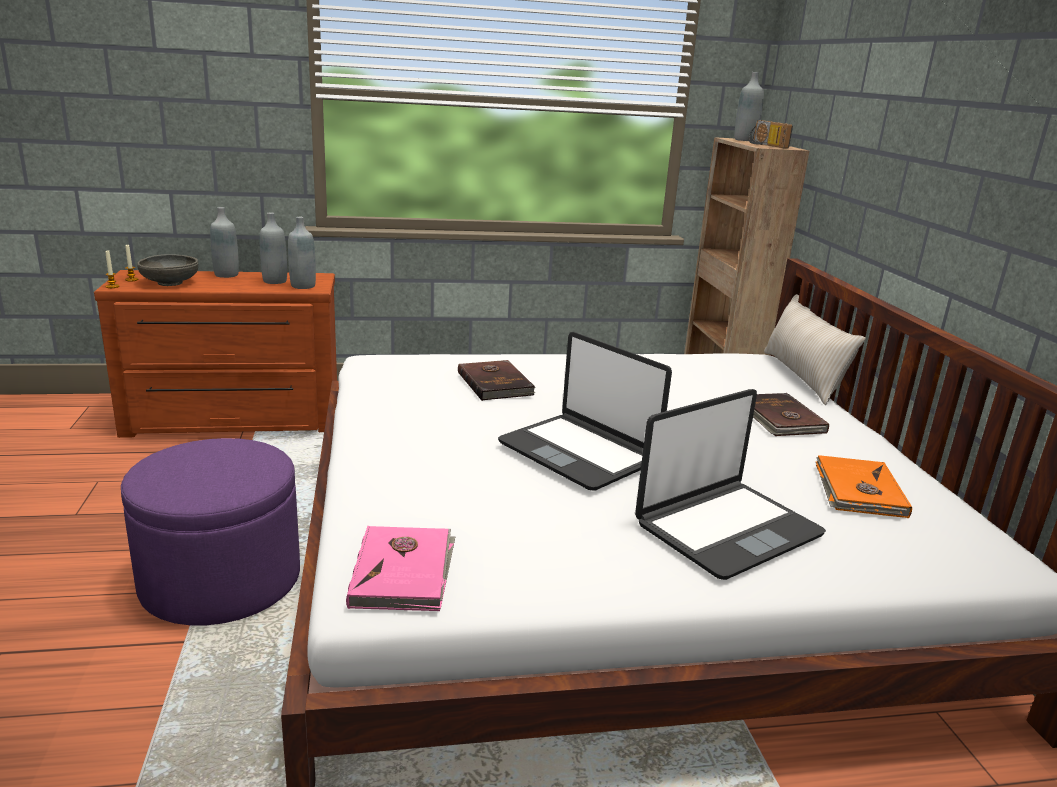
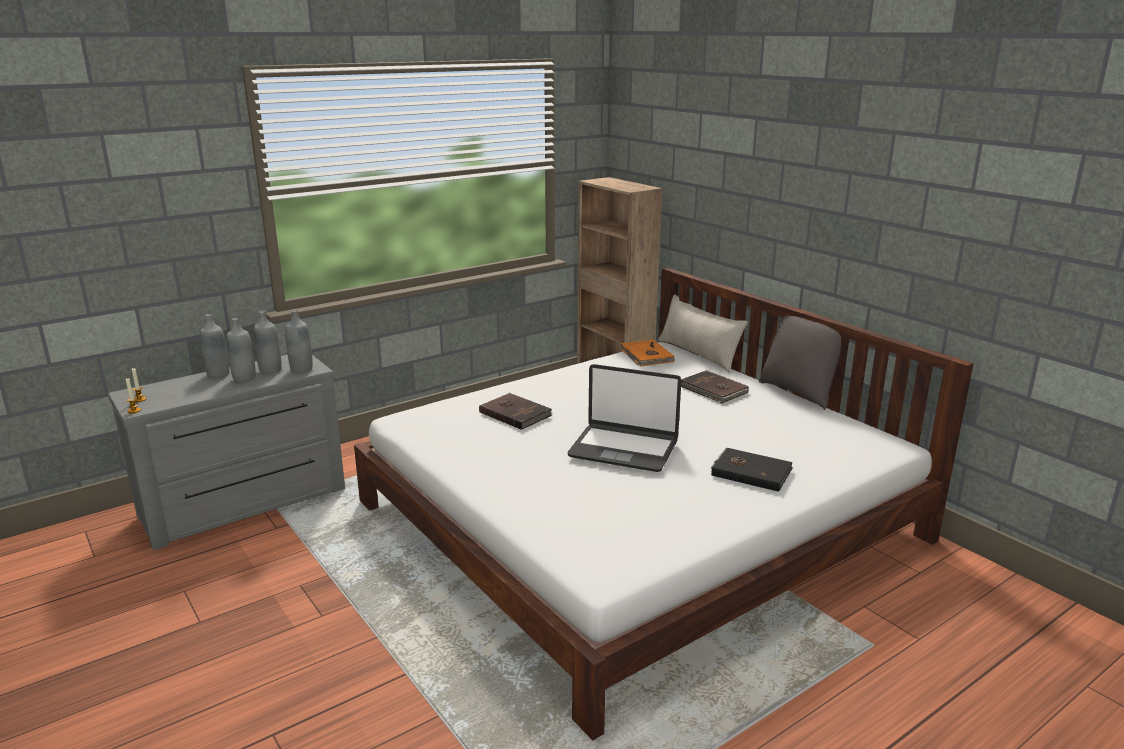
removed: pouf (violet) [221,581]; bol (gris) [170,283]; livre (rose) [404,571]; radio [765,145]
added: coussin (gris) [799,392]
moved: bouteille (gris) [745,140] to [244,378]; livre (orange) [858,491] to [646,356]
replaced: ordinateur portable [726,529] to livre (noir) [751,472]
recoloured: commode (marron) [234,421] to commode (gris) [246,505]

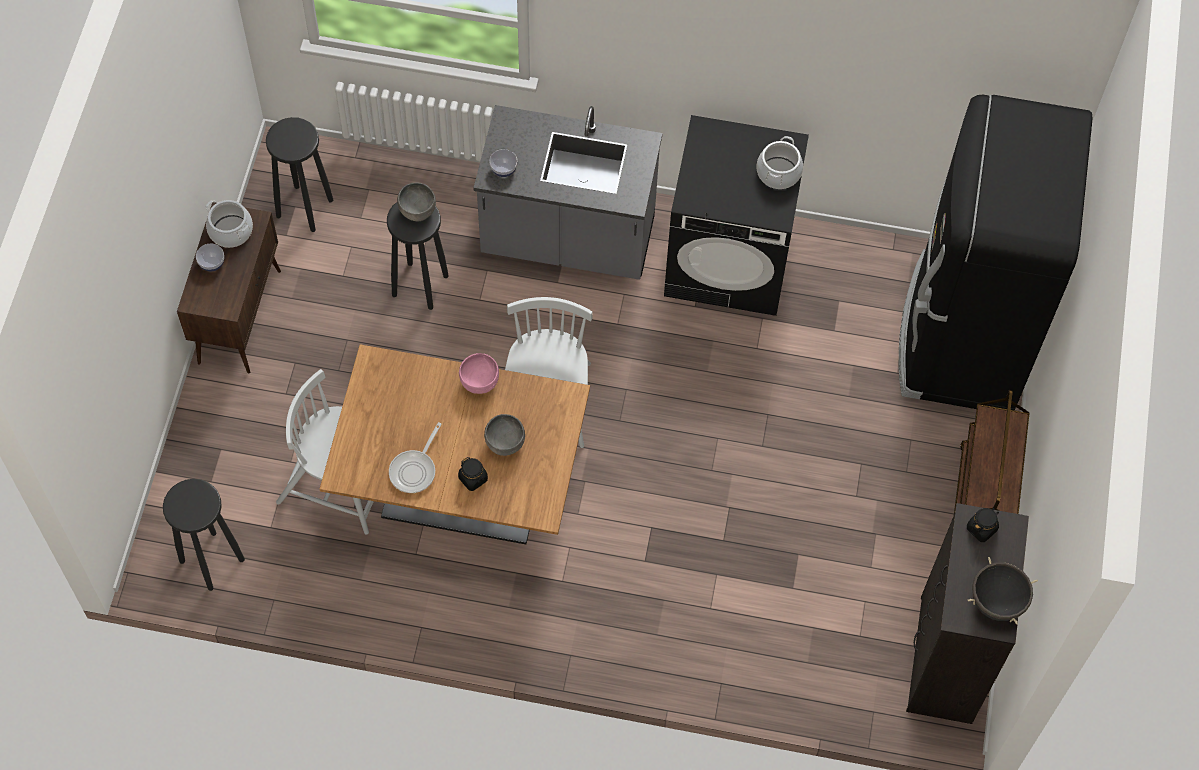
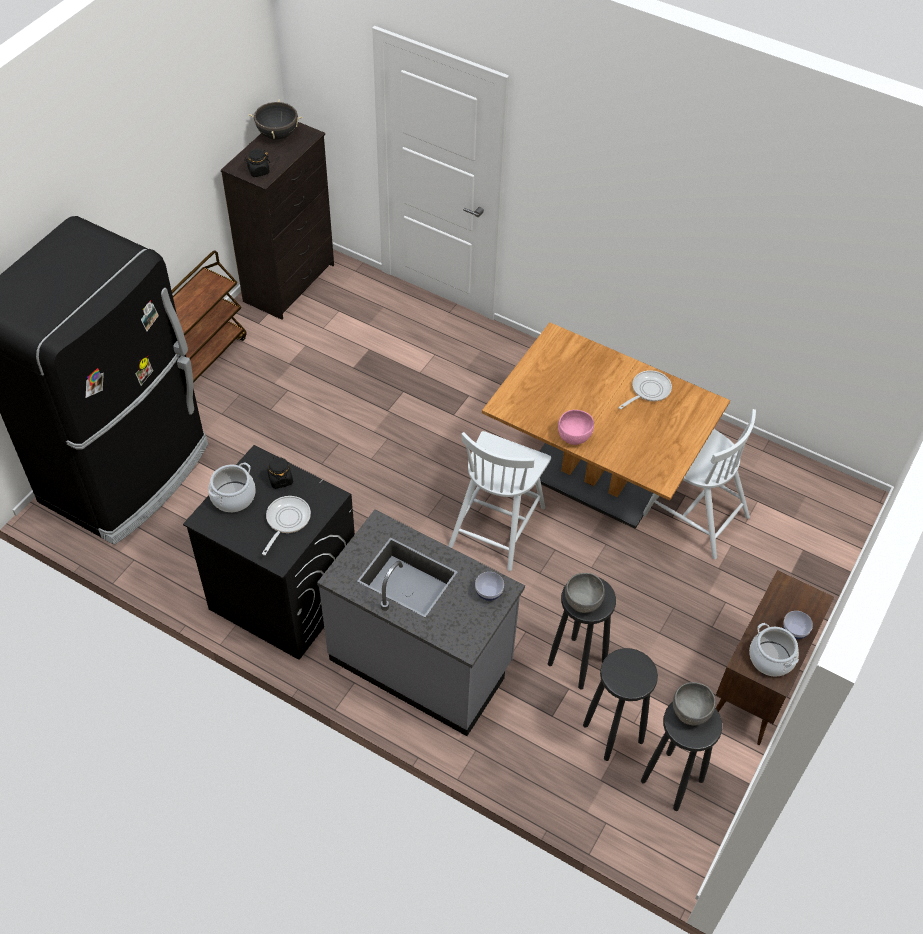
added: poêle [286,521]
moved: bocal (noir) [473,479] to [280,479]; tabouret (noir) [211,559] to [613,734]; bol (gris) [505,444] to [690,712]

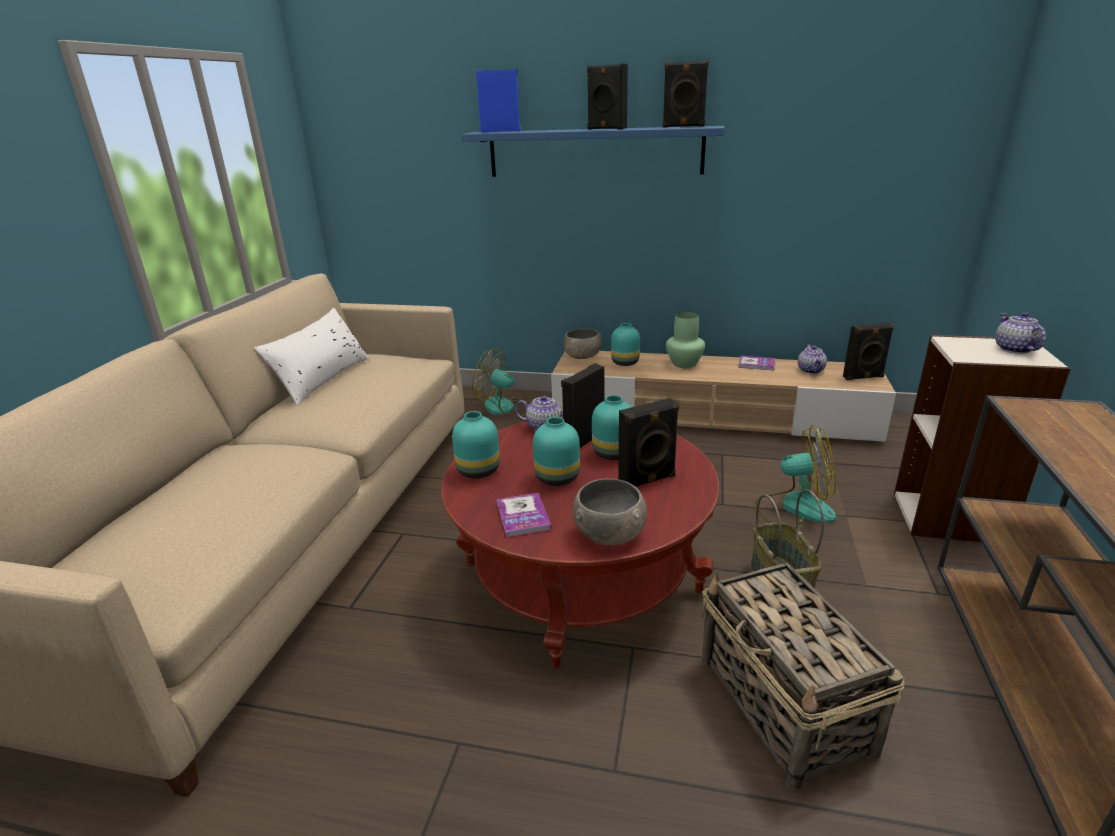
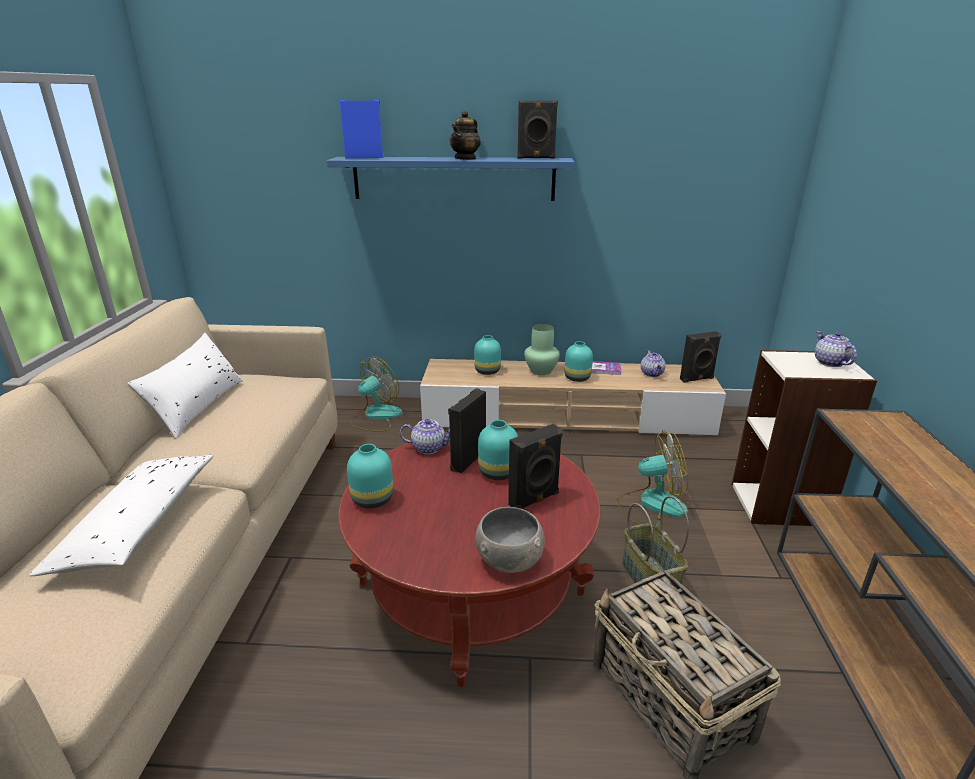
removed: livre [523,516]; bol (gris) [583,356]
added: coussin (blanc) [138,525]
moved: vase (turquoise) [556,478] to [576,378]
replaced: enceinte (noir) [606,129] to théière [465,158]
turned: ventilateur [506,408] = [375,416] 120 degrees clockwise

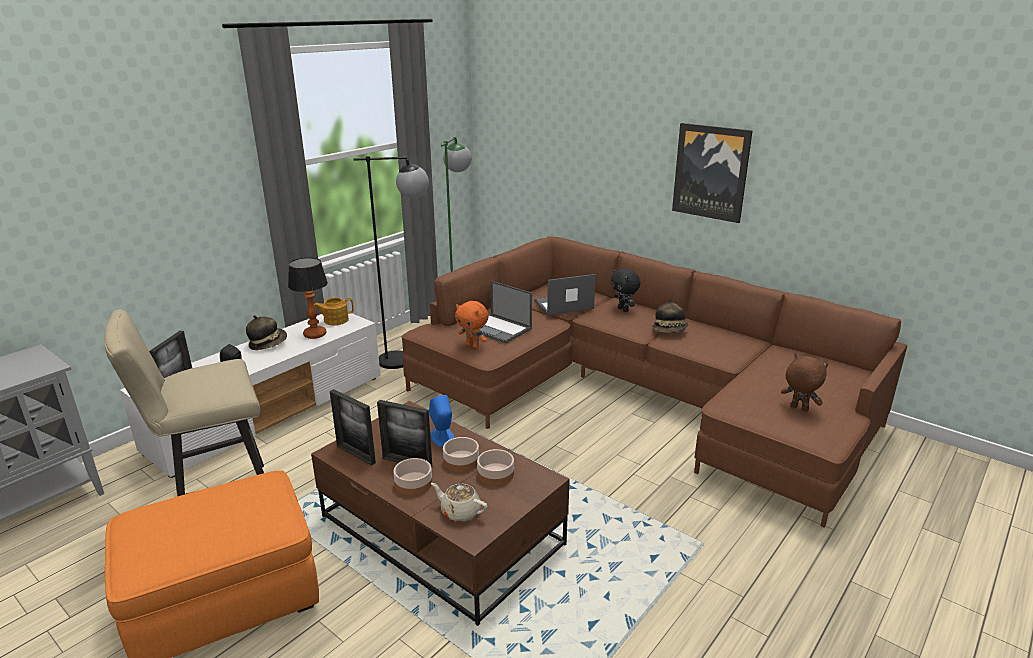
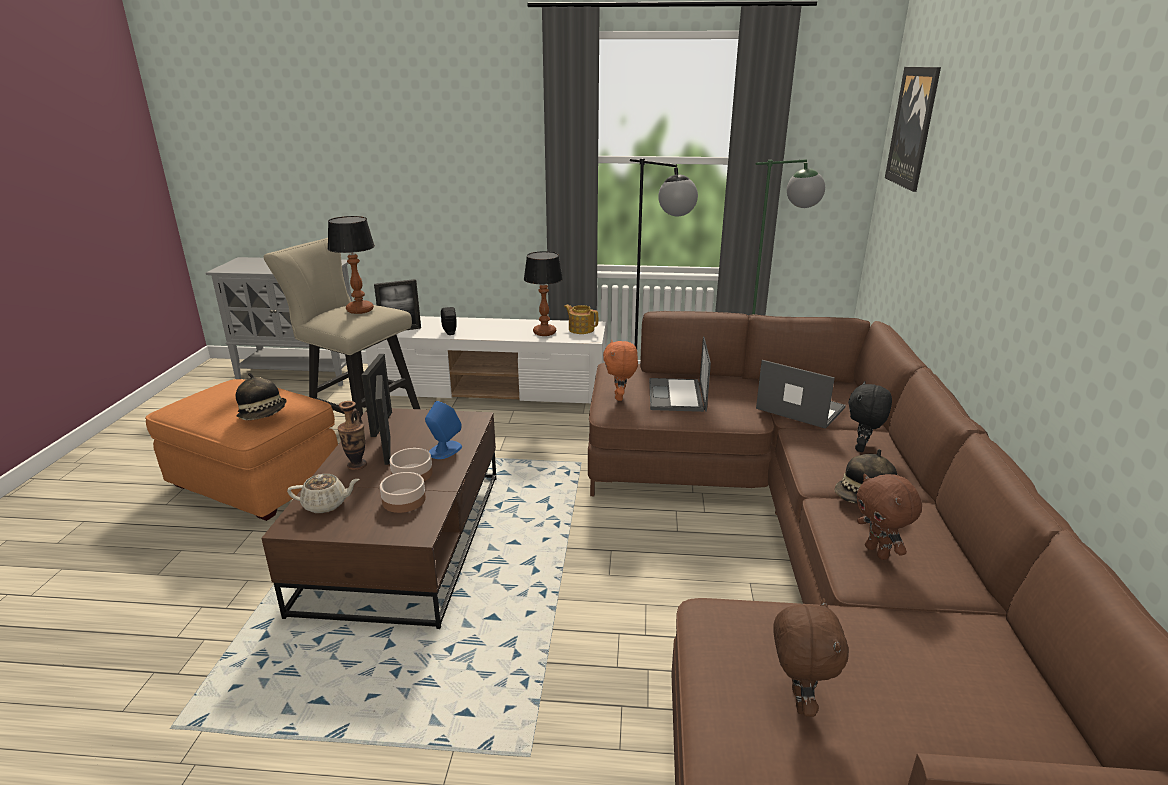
added: lampe de table [359,310]; peluche (marron) [878,552]
moved: chapeau [268,344] to [264,415]; tableau [711,172] to [913,127]
replaced: bol [413,483] to vase [357,465]
turned: théière (beige) [460,512] = [326,504] 90 degrees clockwise

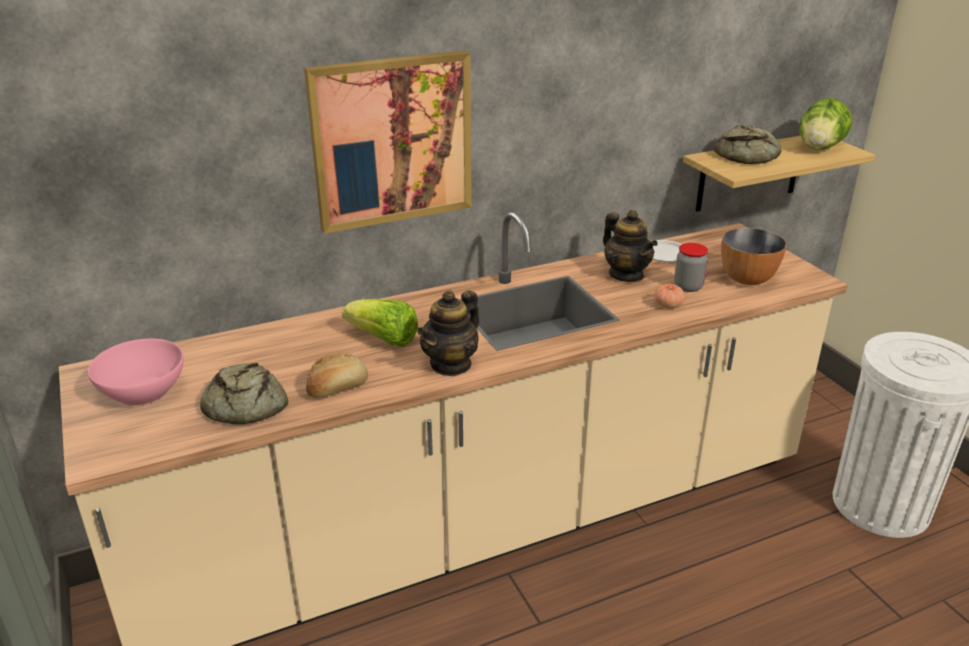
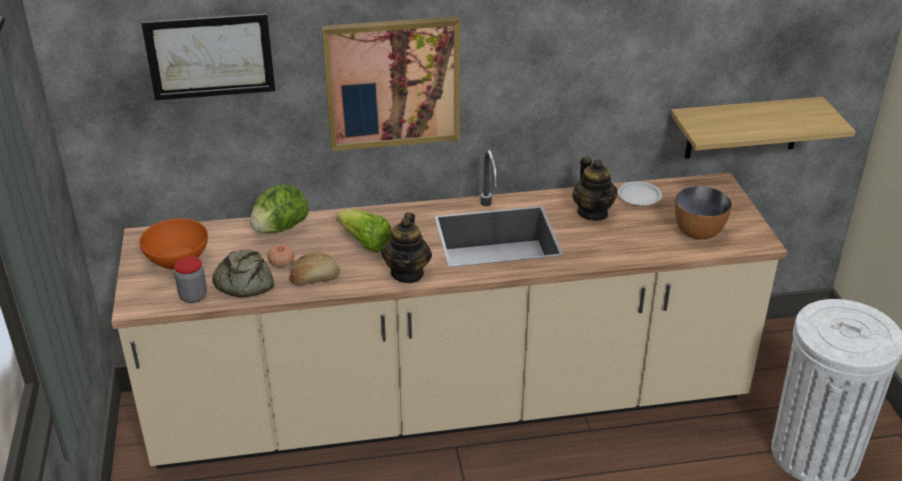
removed: pain [749,155]
added: tableau [210,56]
moved: bocal [688,286] to [193,296]; laitue [820,148] to [280,228]; tomate [668,305] to [282,263]
recoloured: bol (rose) [142,391] to bol (orange) [177,258]
turned: théière [451,364] = [407,273] 45 degrees counterclockwise

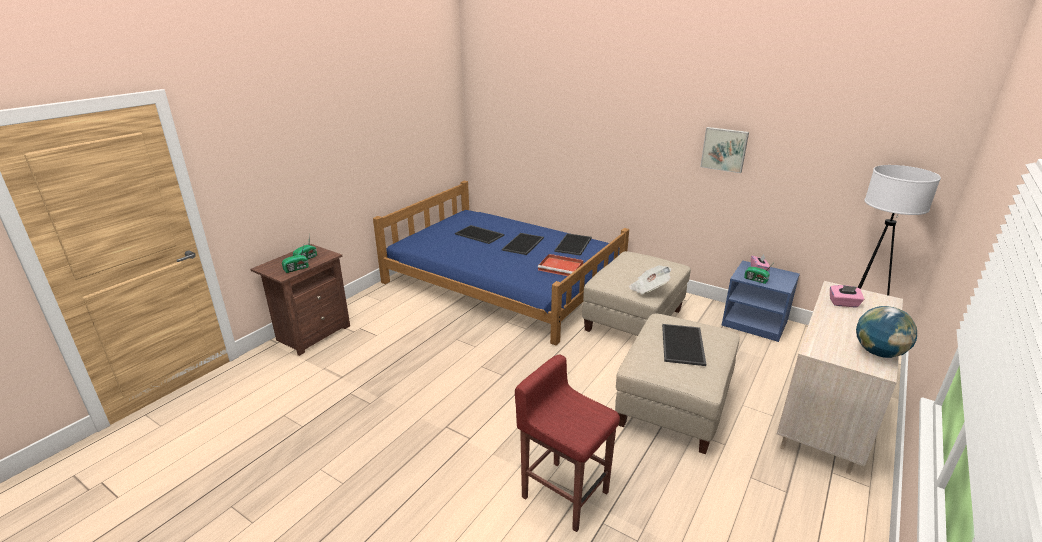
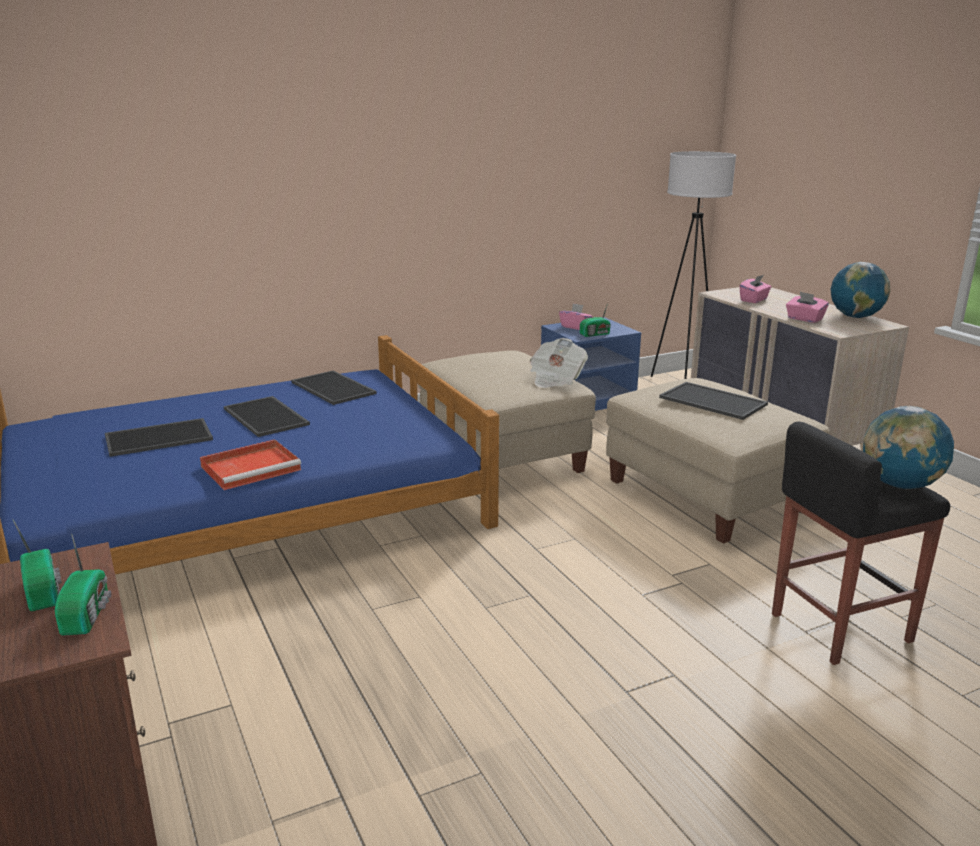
removed: tableau [724,149]
added: boîte à mouchoirs (rose) [804,319]; globe [900,485]
moved: plateau (rouge) [561,267] to [252,467]
recoloured: tabouret (rouge) [564,493] to tabouret (noir) [838,628]

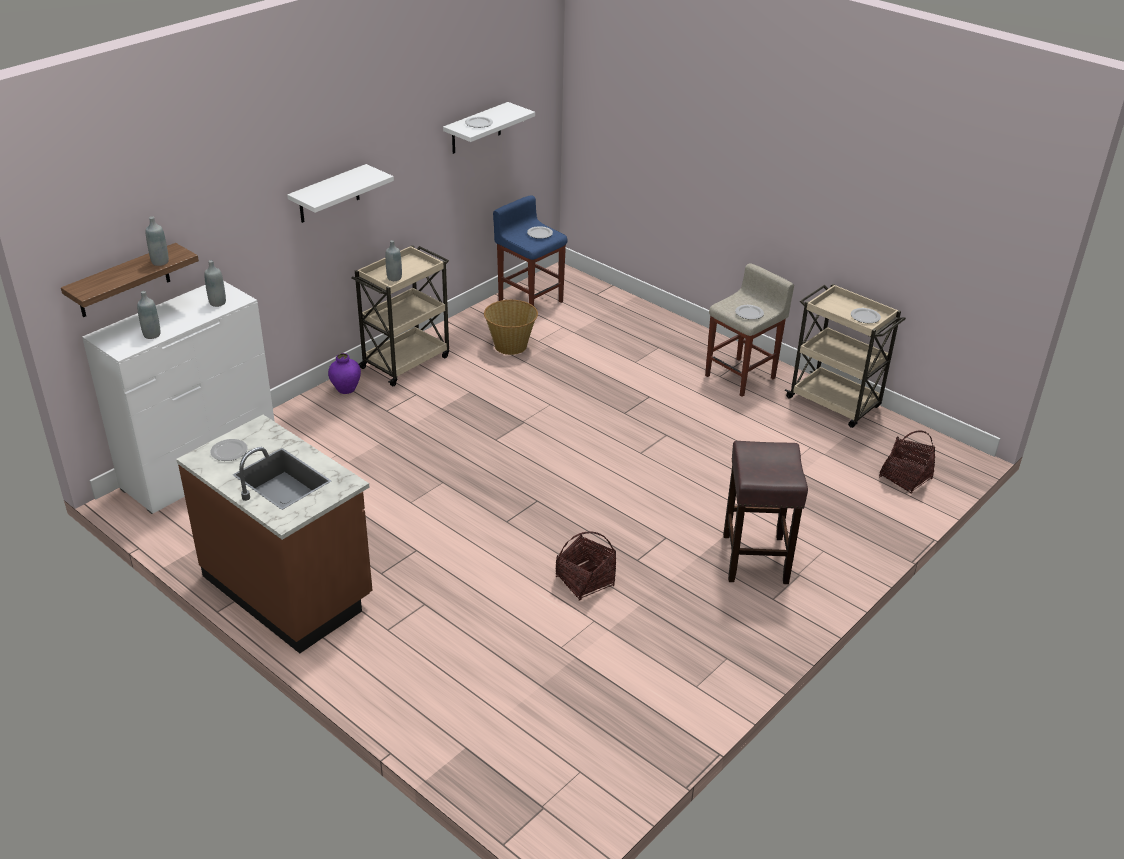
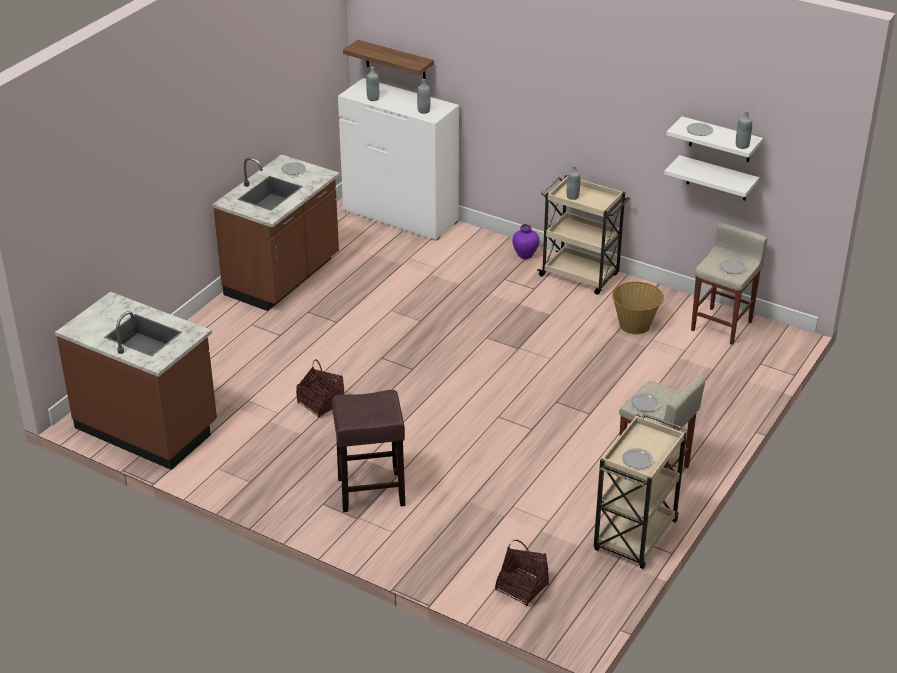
added: comptoir de cuisine (marron) [147,427]
moved: étagère (blanc) [329,194] to [717,178]; bouteille (gris) [160,262] to [742,146]
recoloured: tabouret (bleu) [530,300] to tabouret (beige) [722,325]

